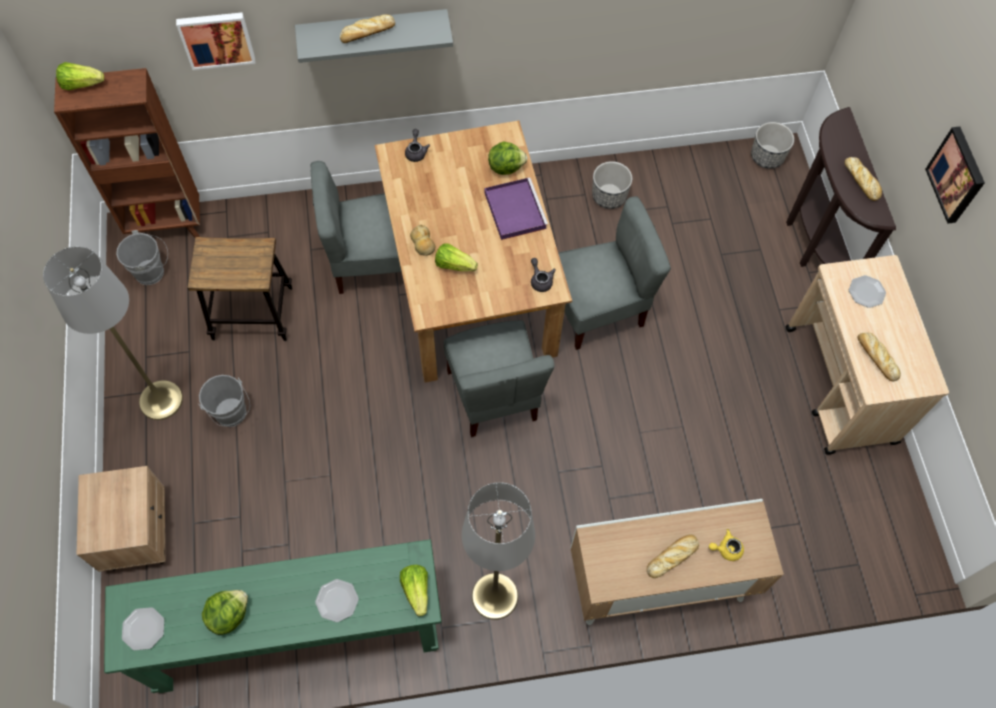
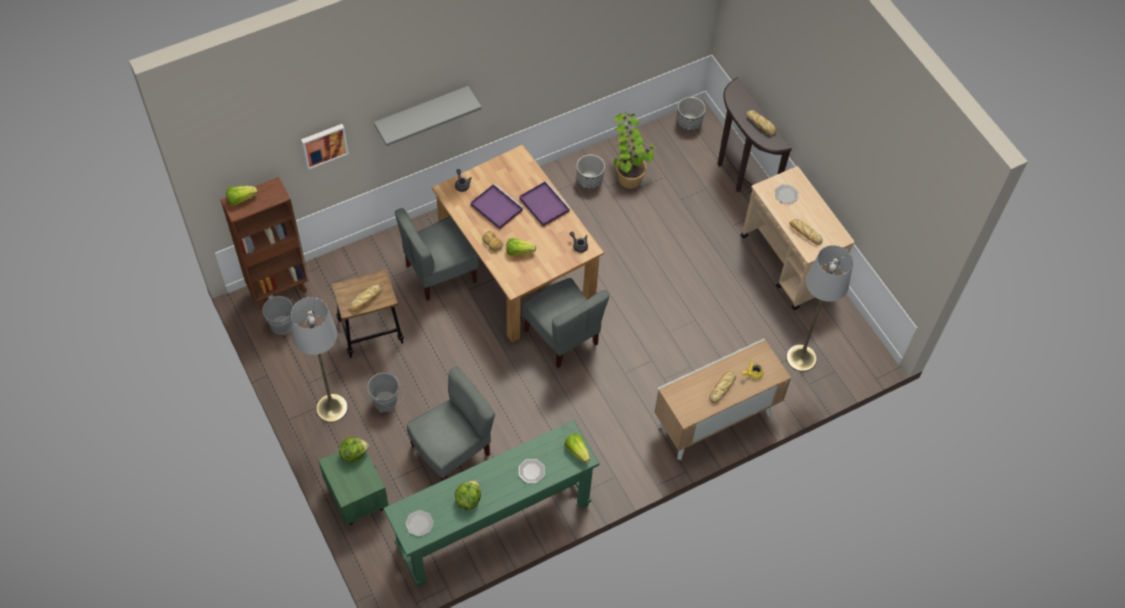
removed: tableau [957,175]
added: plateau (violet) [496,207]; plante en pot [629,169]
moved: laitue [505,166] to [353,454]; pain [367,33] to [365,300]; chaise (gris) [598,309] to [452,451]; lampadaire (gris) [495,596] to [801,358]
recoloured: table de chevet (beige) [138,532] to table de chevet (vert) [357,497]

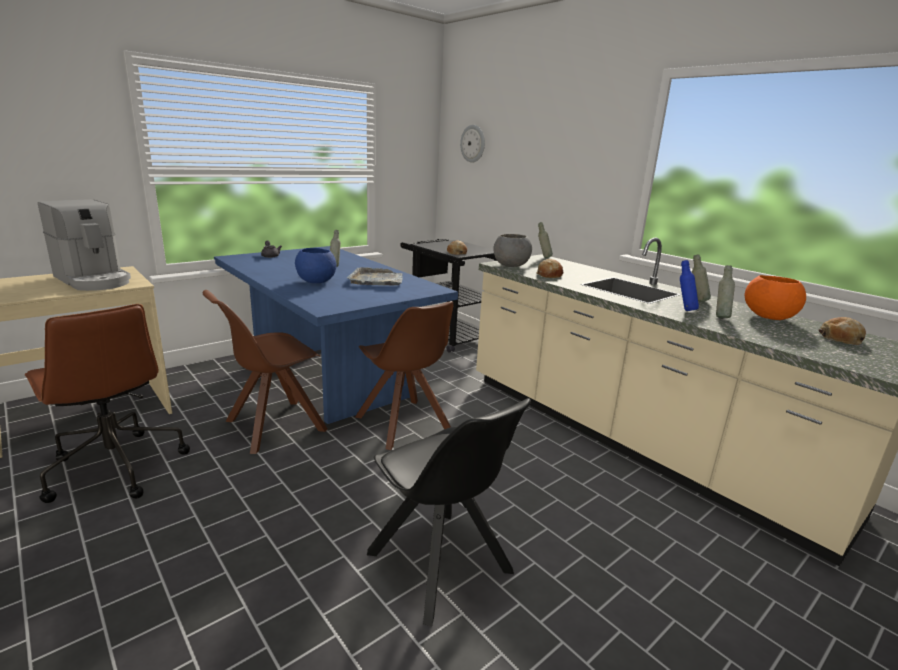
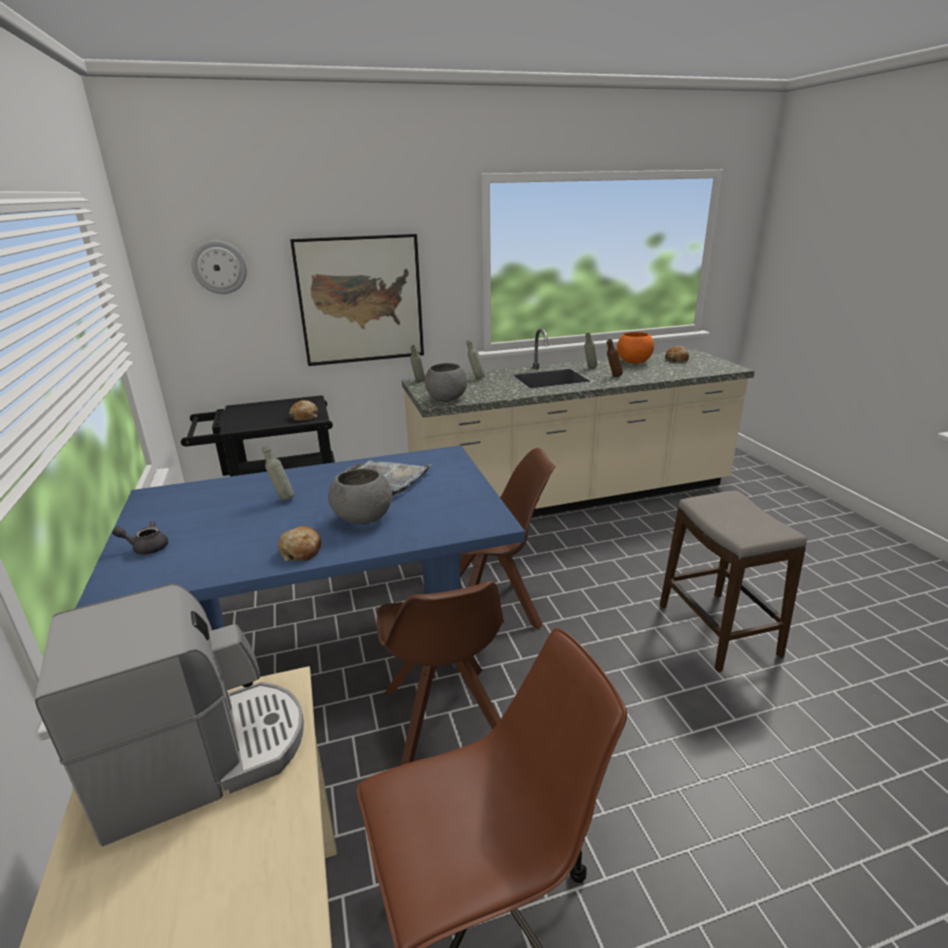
added: tableau [360,300]
moved: pain [549,275] to [301,551]; bouteille (gris) [720,317] to [475,378]
replaced: chaise (noir) [441,565] to tabouret [718,630]
recoloured: bol (bleu) [316,282] to bol (gris) [363,519]; bouteille (bleu) [684,310] to bouteille (marron) [613,377]

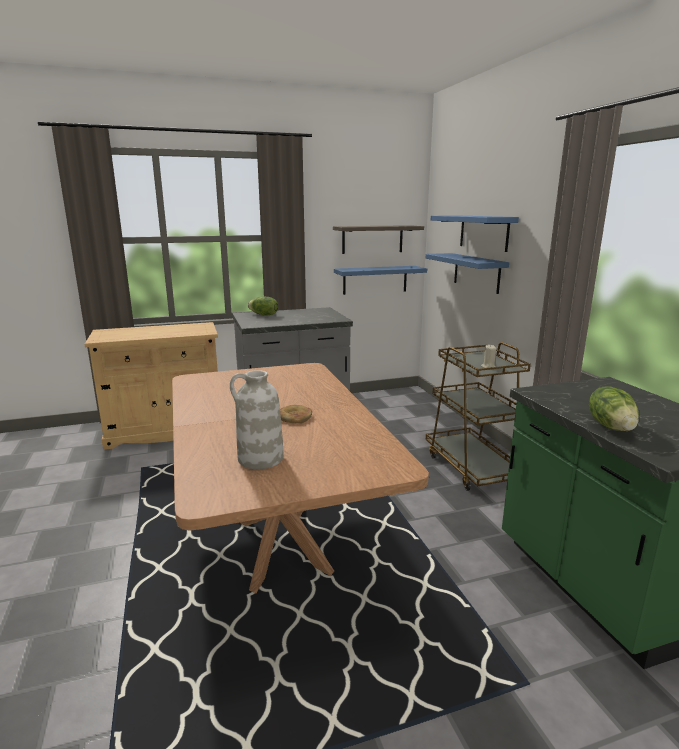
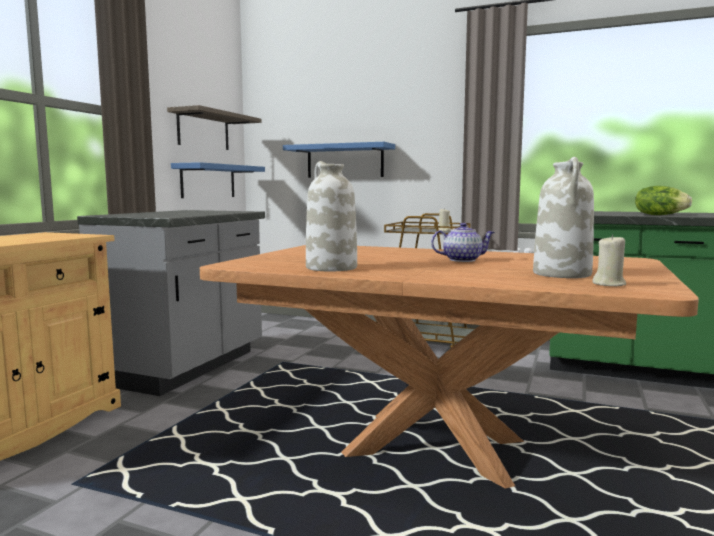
removed: laitue [263,315]; étagère (bleu) [483,232]
added: vase (blanc) [330,267]; bougie (beige) [609,284]
replaced: pain [294,417] to théière [461,260]

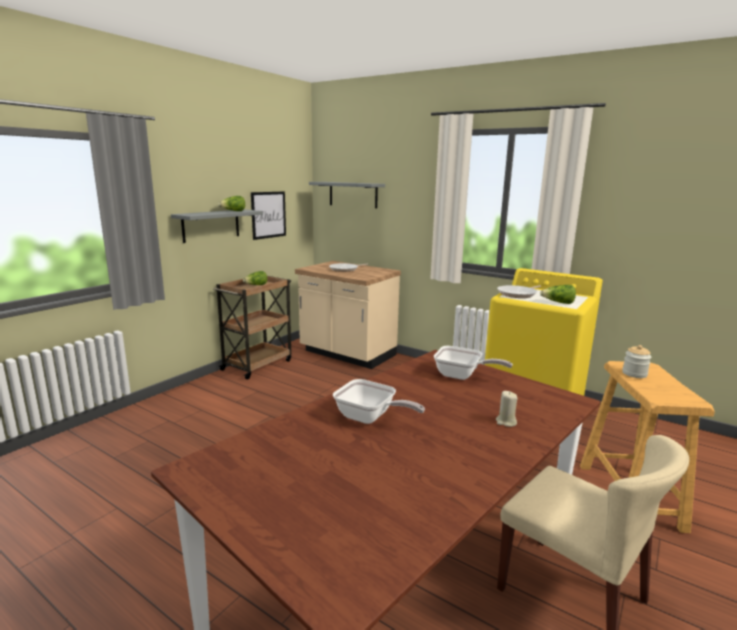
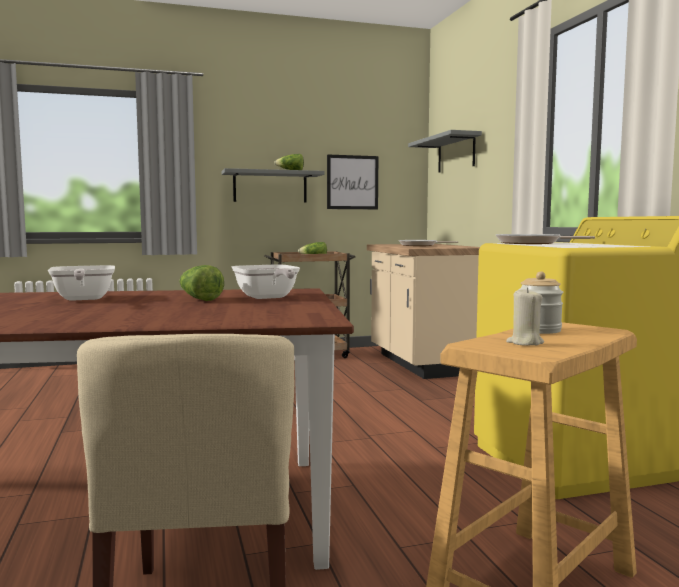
moved: laitue [558,303] to [199,299]; bougie (beige) [506,422] to [525,343]

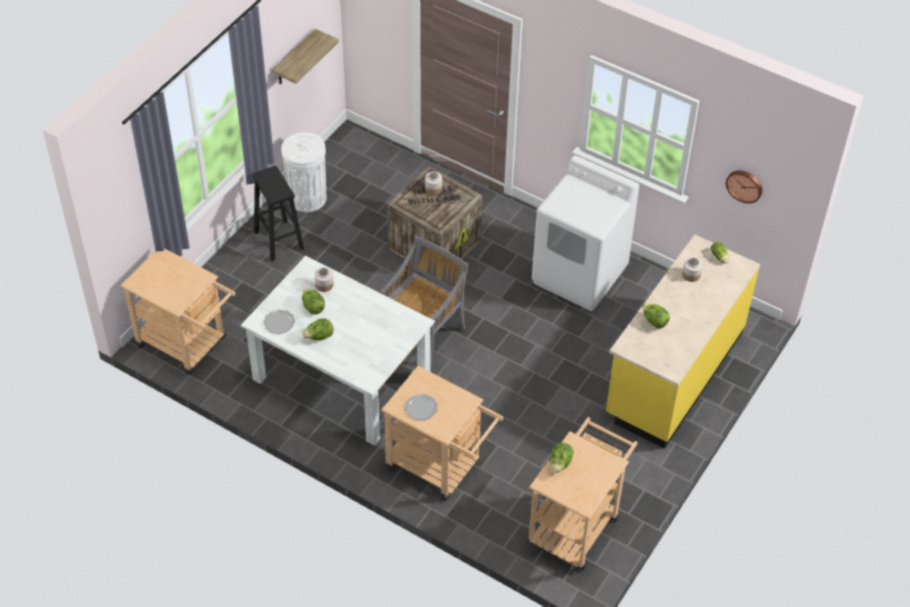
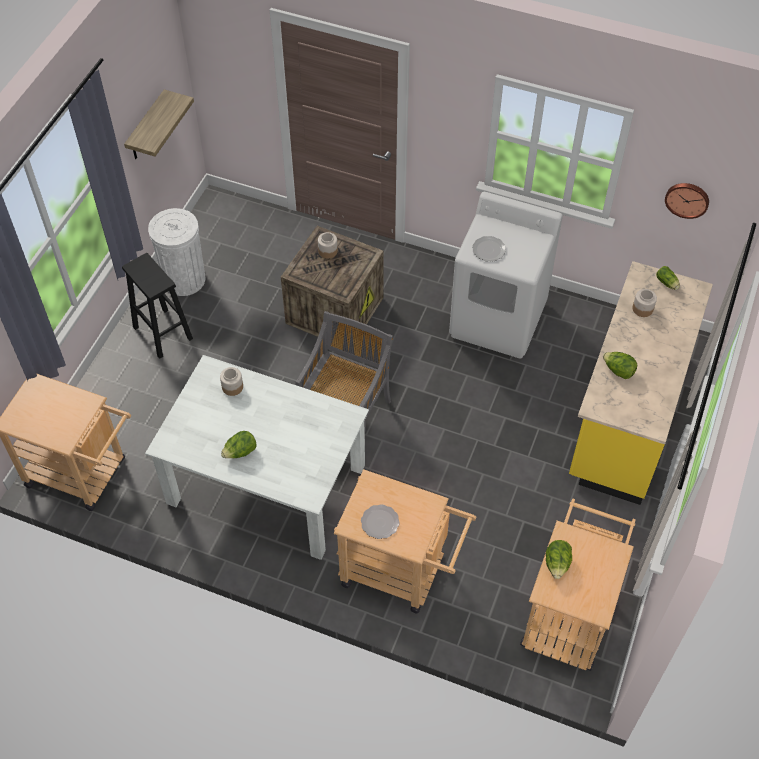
removed: laitue [313,307]
moved: assiette [279,323] to [488,250]

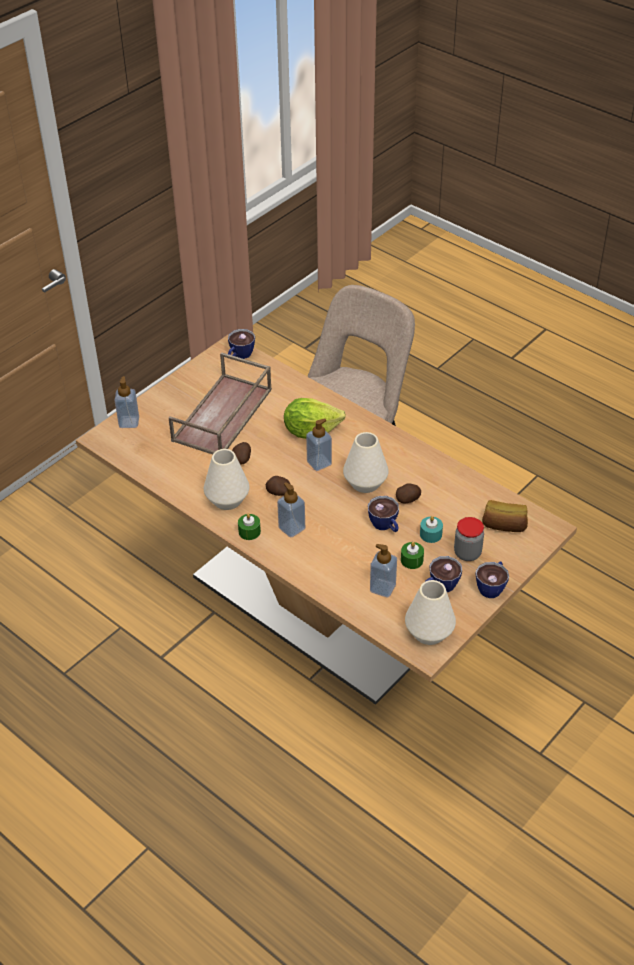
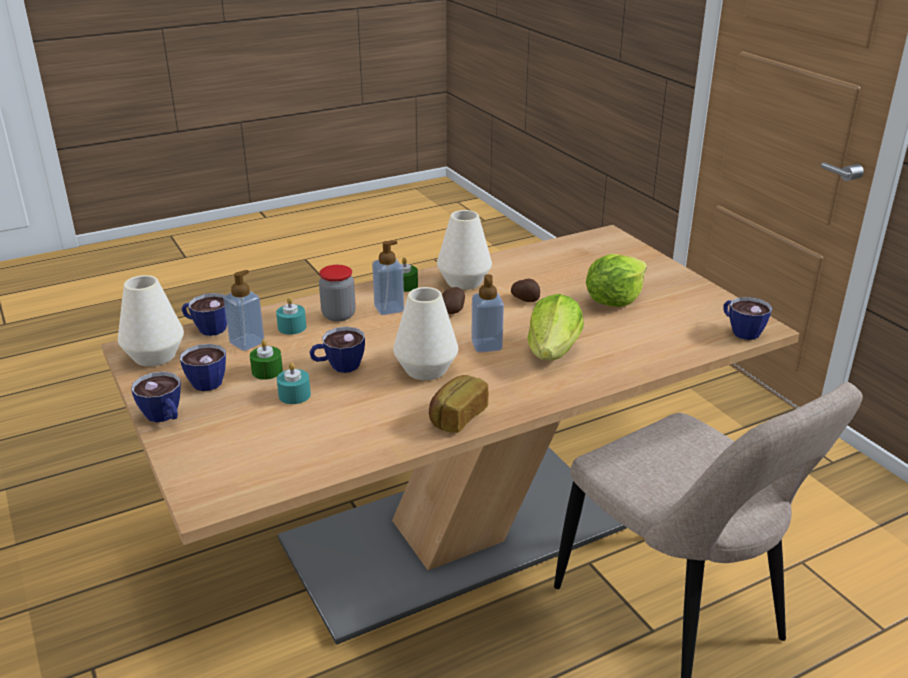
removed: distributeur de savon [129,422]; pomme de terre [408,499]
added: tasse [207,328]; bougie (turquoise) [292,327]
moved: bocal [467,553] to [338,315]; pain [504,526] to [457,416]
replaced: plateau (marron) [223,416] to laitue [614,301]

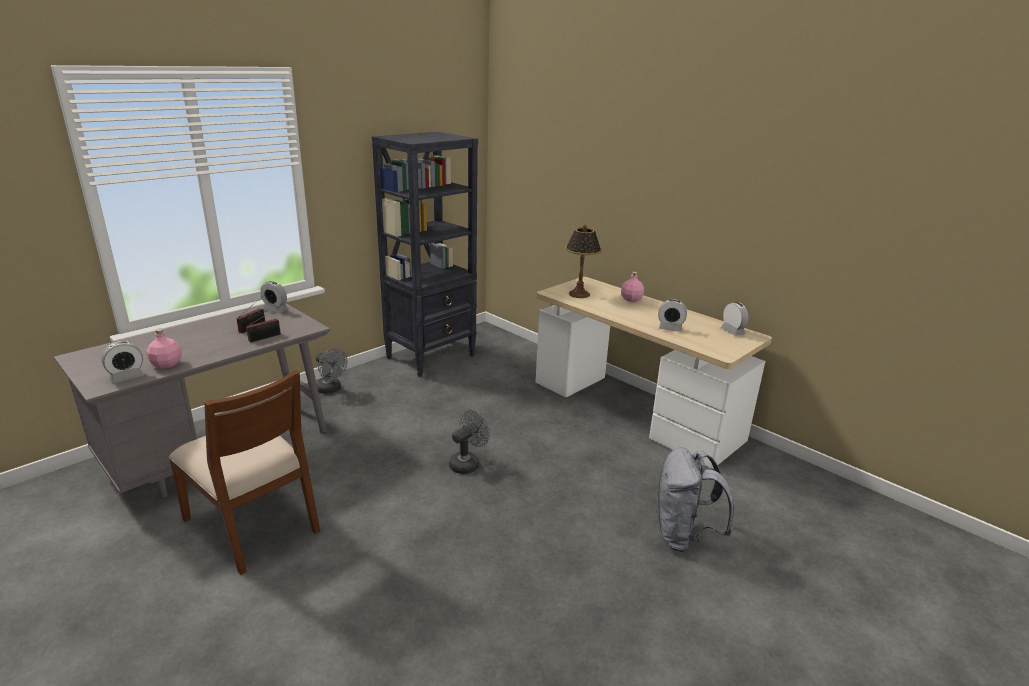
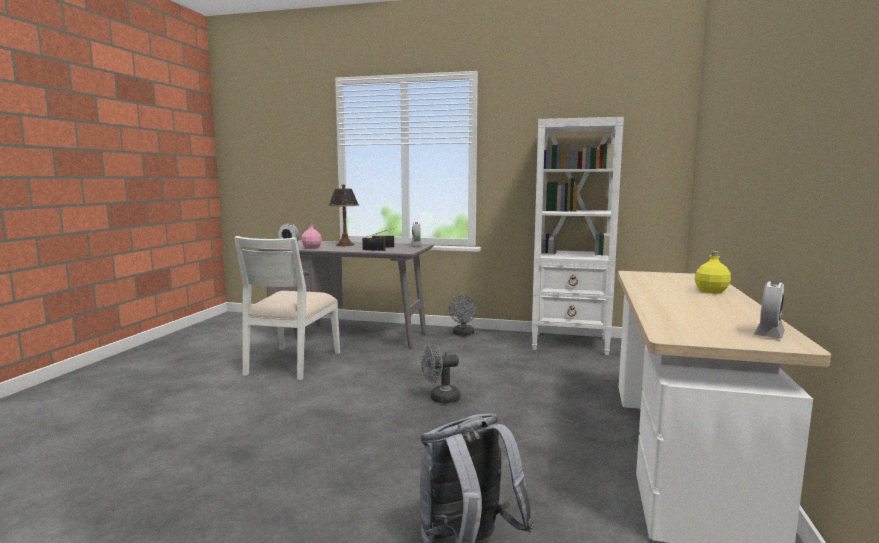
removed: réveil [670,328]
moved: lampe de table [579,294] to [345,245]
recoloured: chaise (marron) [254,524] to chaise (blanc) [291,363]; bibliothèque (noir) [431,356] to bibliothèque (blanc) [571,344]; bouteille (rose) [631,299] to bouteille (jaune) [711,291]
turned: ventilateur (gris) [467,463] = [440,399] 150 degrees clockwise

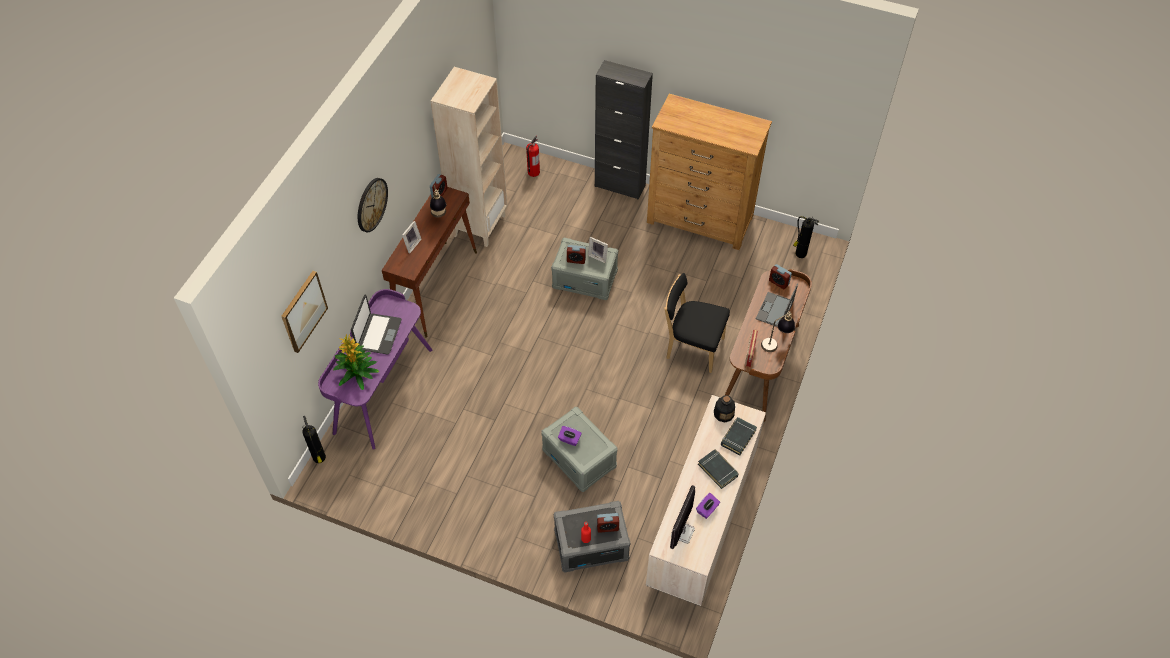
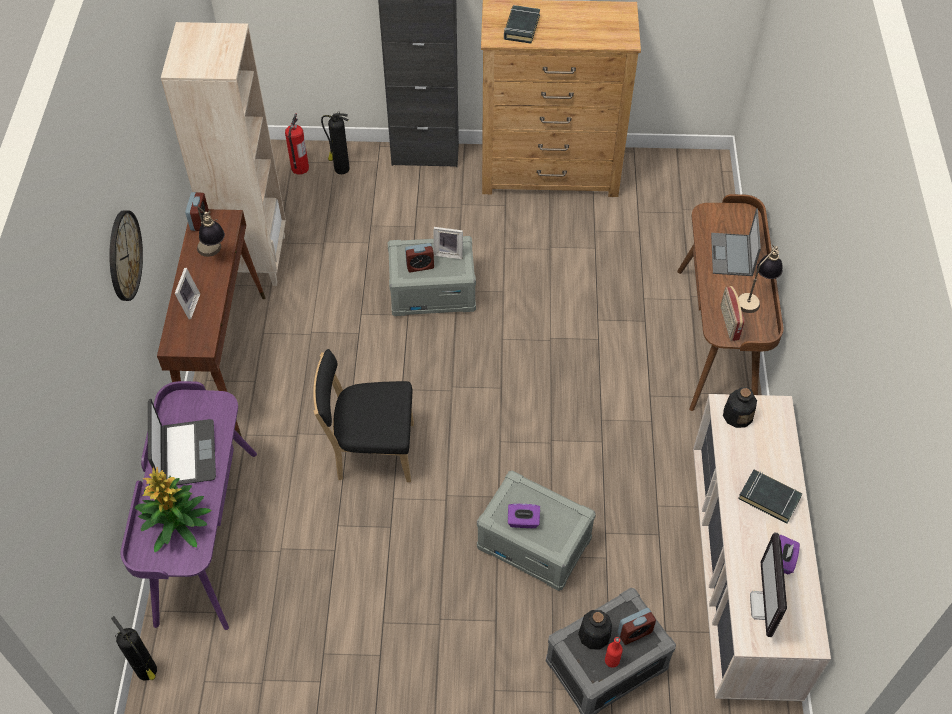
removed: tableau [303,311]; réveil [778,282]
added: bouteille [594,635]
moved: chaise (noir) [692,347] to [371,451]; extincteur [800,253] to [341,168]; livre (noir) [738,437] to [521,27]

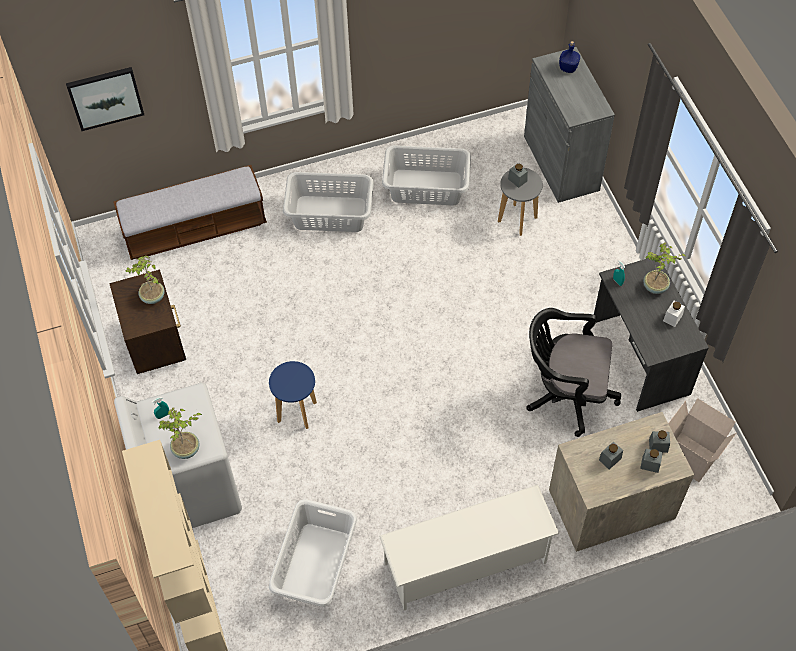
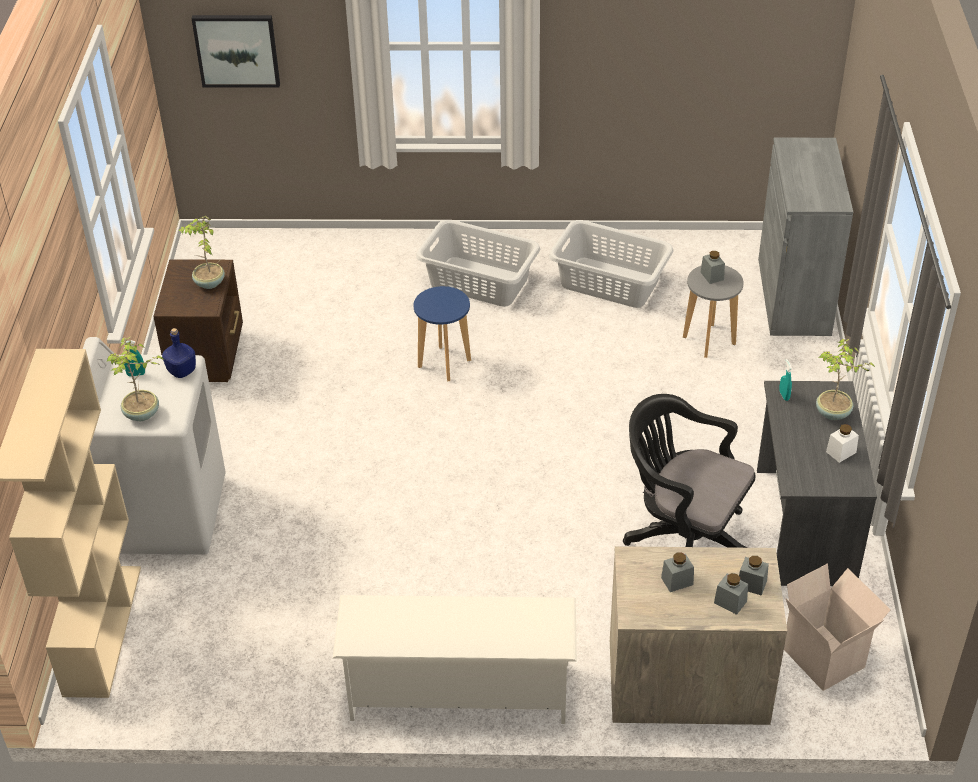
removed: banc [195,229]; panier à linge (blanc) [315,565]
moved: bouteille (bleu) [568,68] to [182,371]; tabouret (bleu) [296,412] to [444,363]

